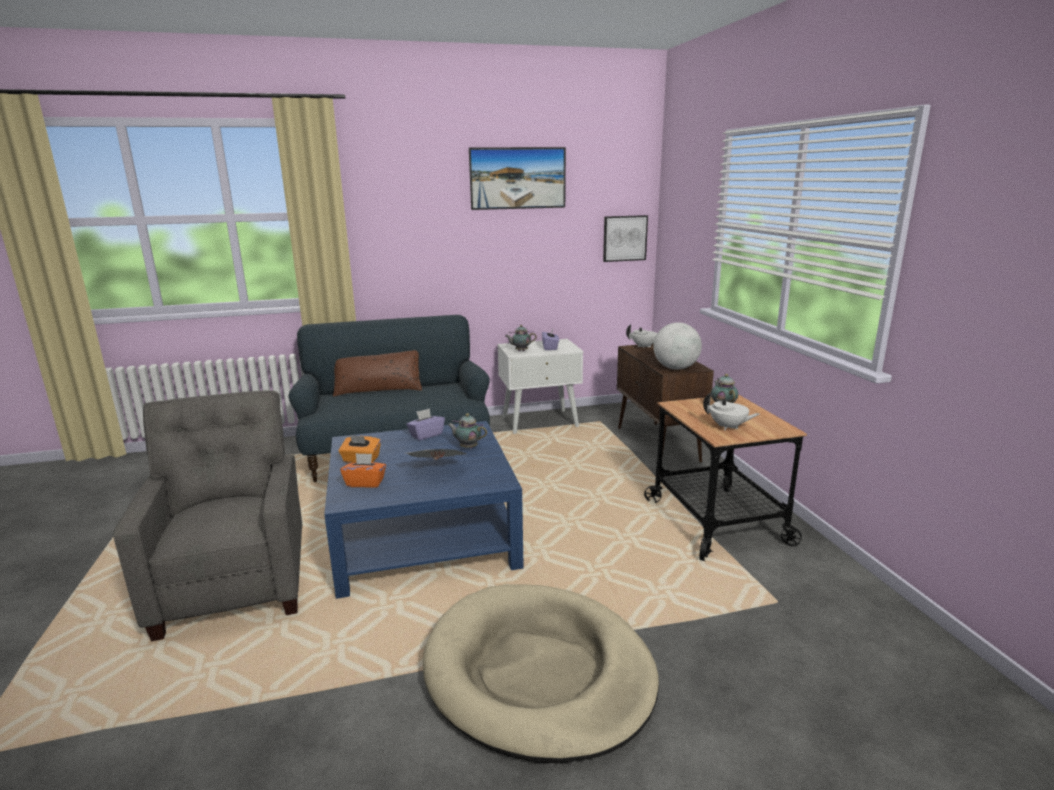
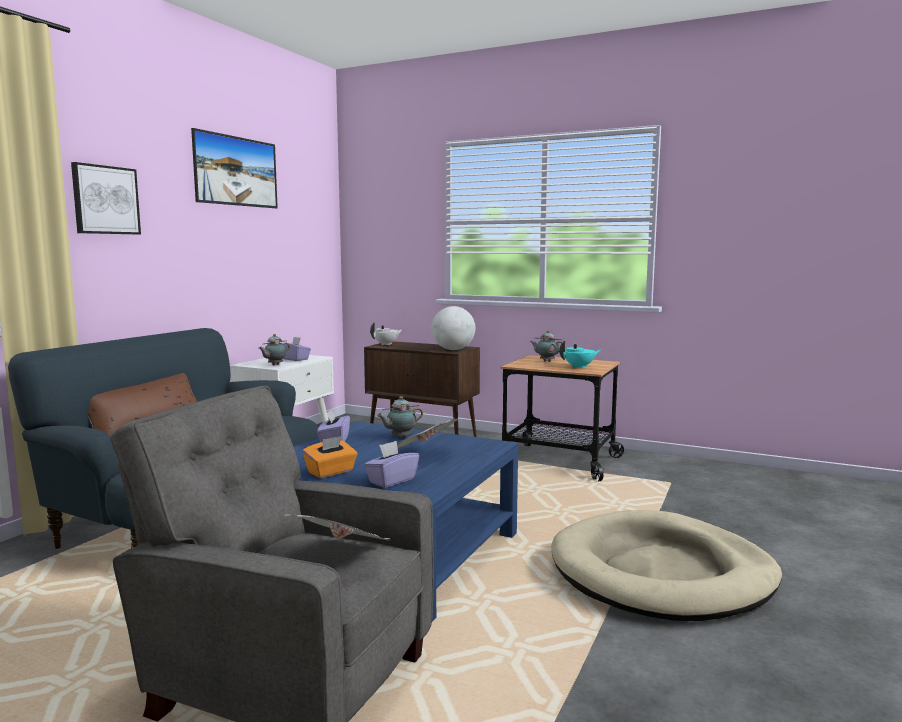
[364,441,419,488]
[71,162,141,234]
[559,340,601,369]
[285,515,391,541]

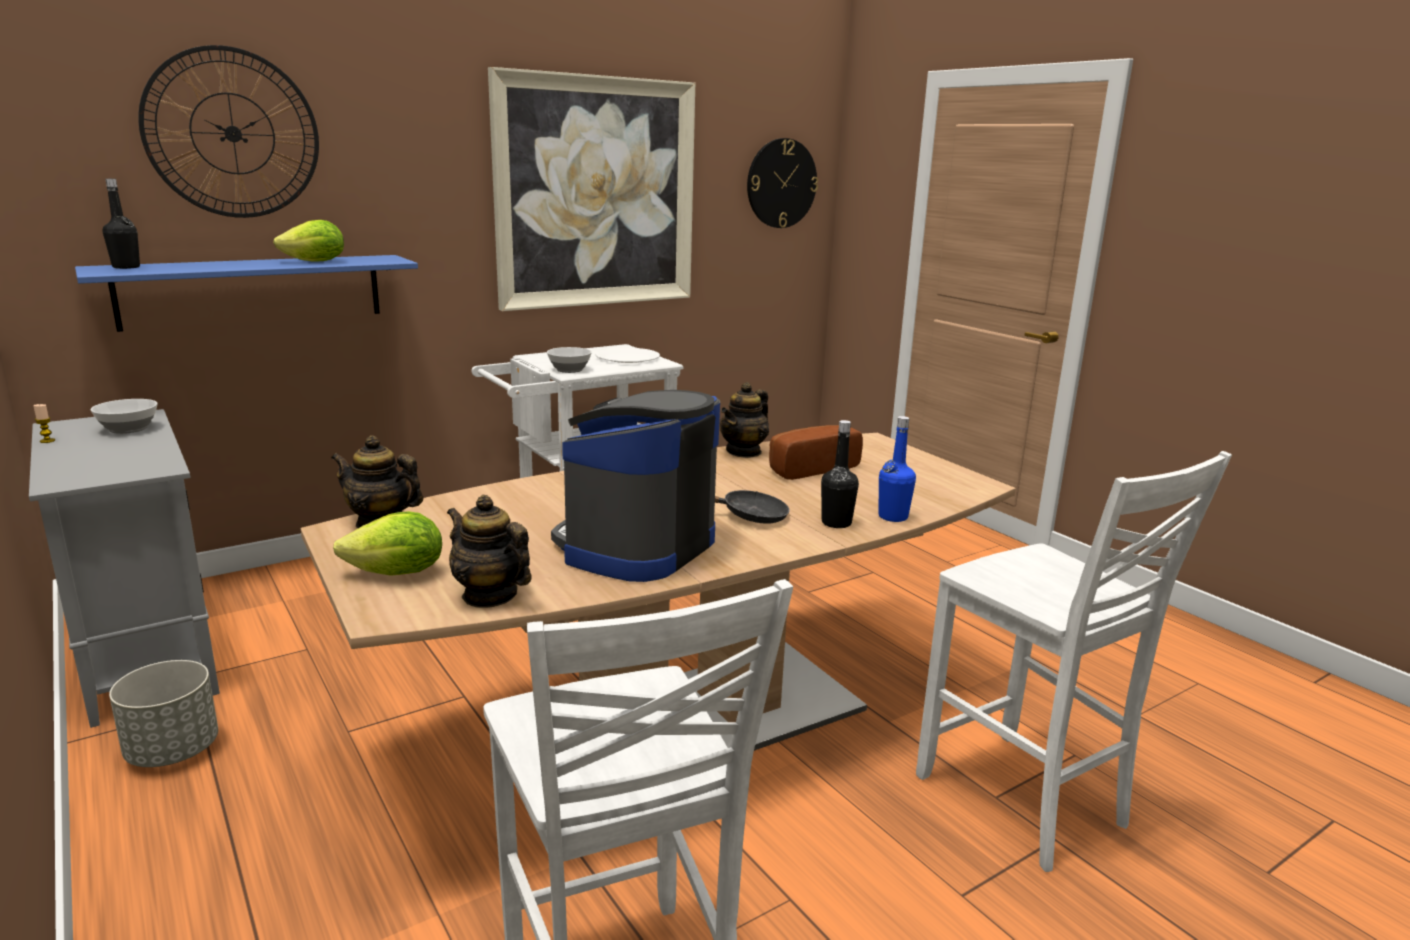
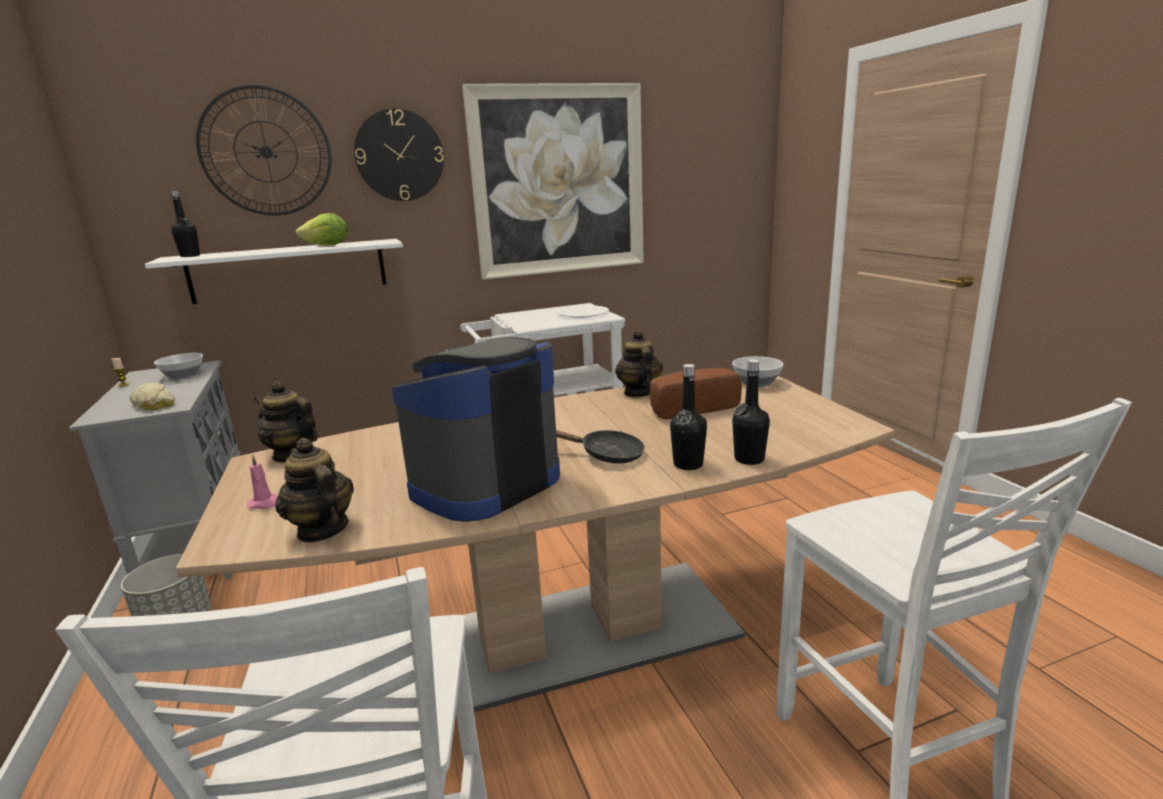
[145,239,403,304]
[247,455,278,509]
[732,356,784,387]
[615,330,663,397]
[354,108,444,201]
[732,359,770,465]
[130,383,175,410]

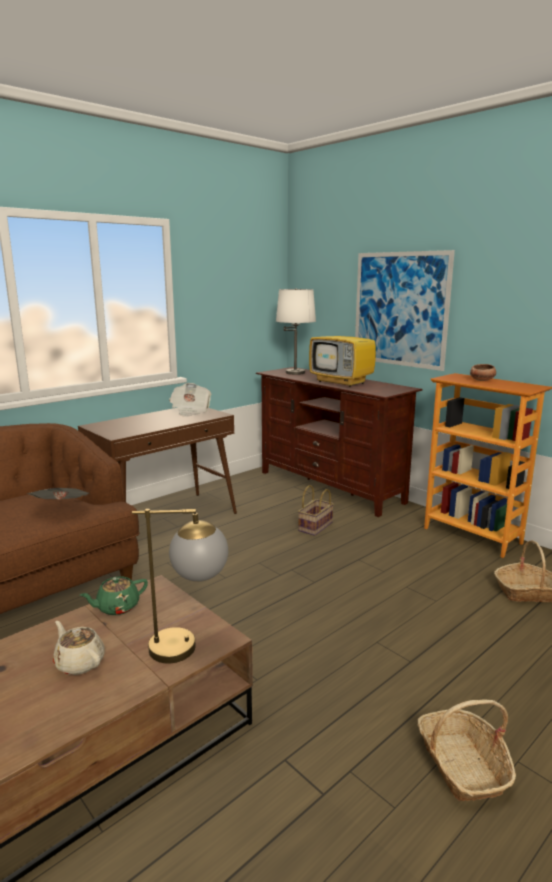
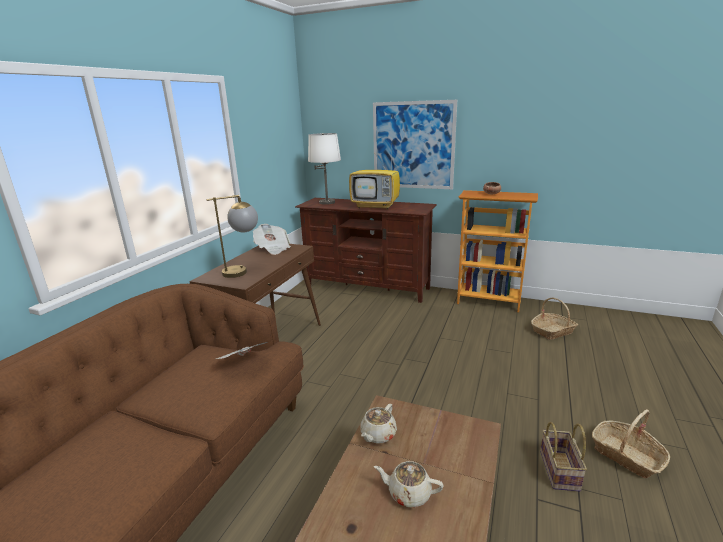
[360,404,397,444]
[206,195,258,278]
[540,422,587,491]

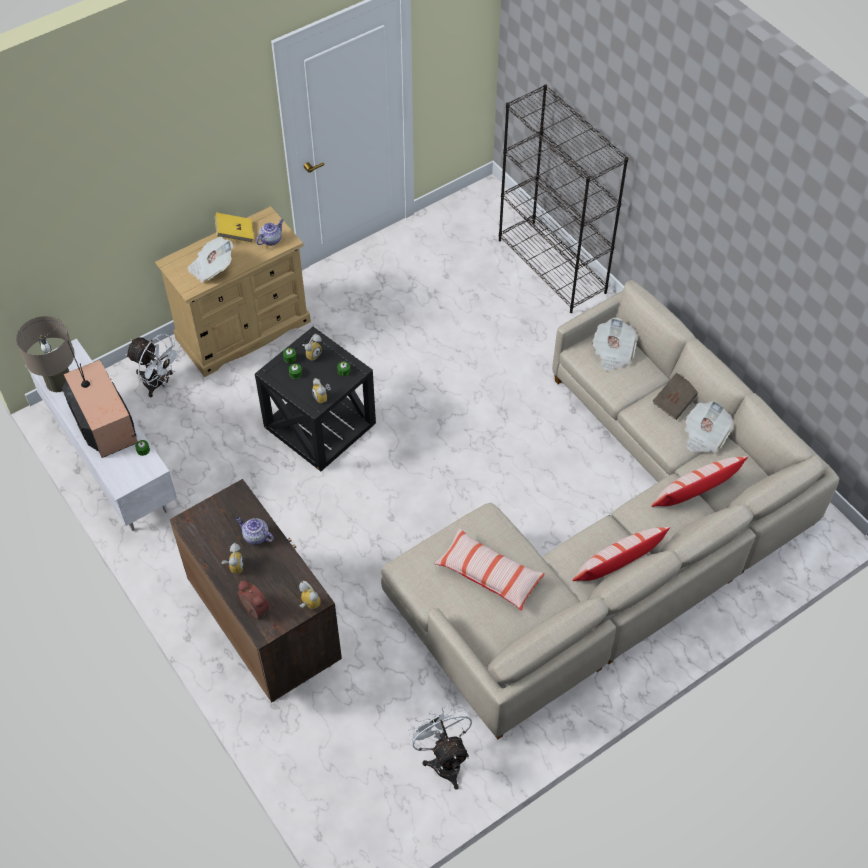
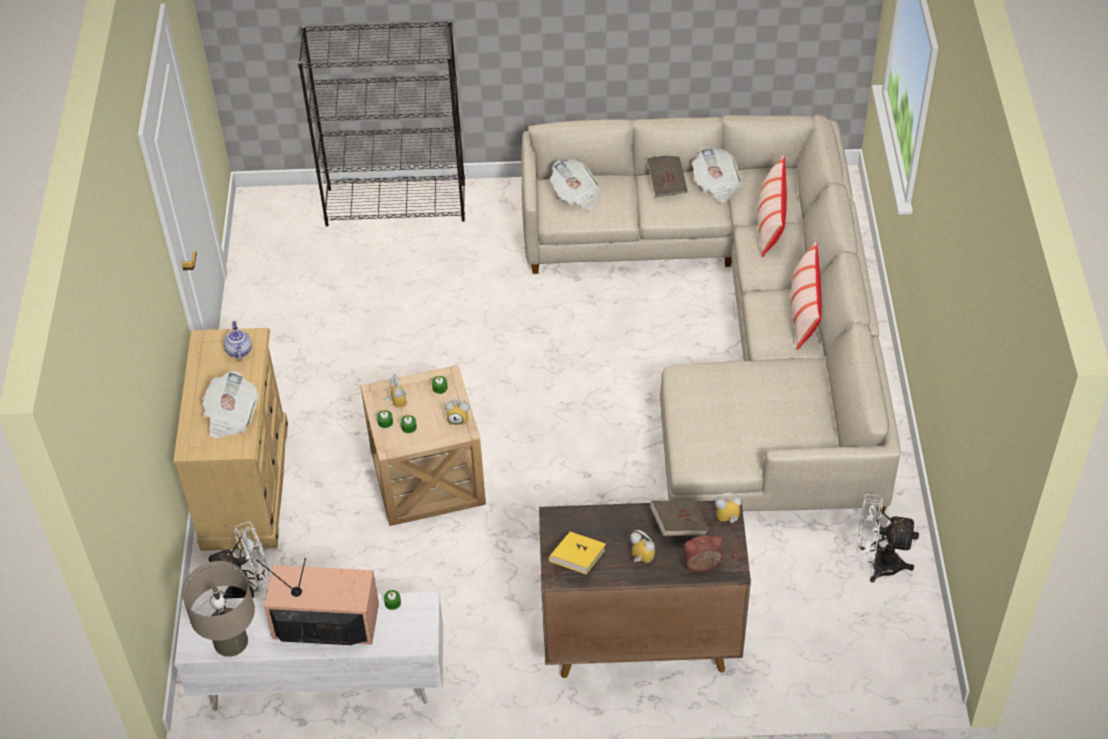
[549,532,606,574]
[236,517,274,545] (first image)
[361,365,486,526]
[434,528,545,611] (first image)
[650,501,709,536]

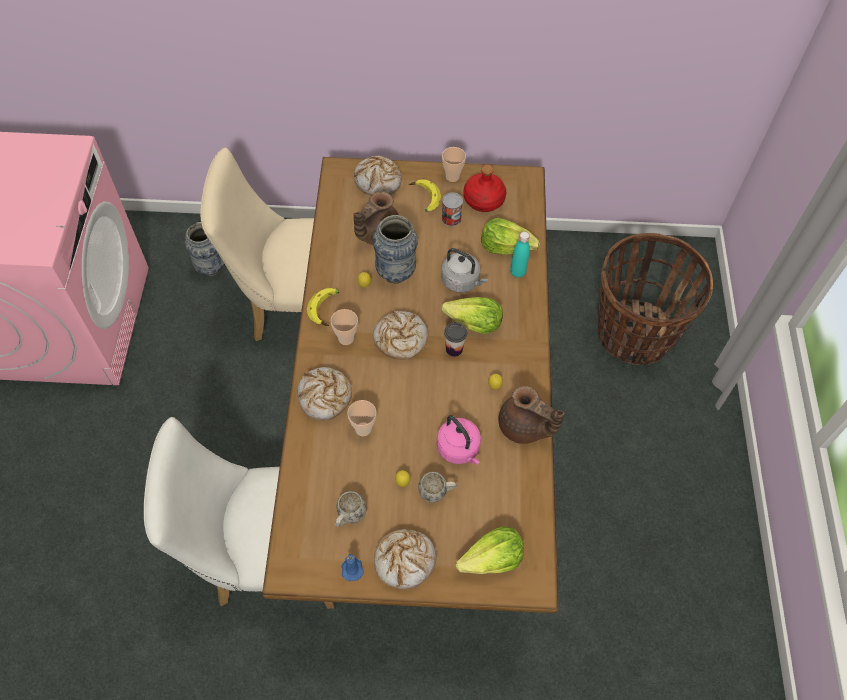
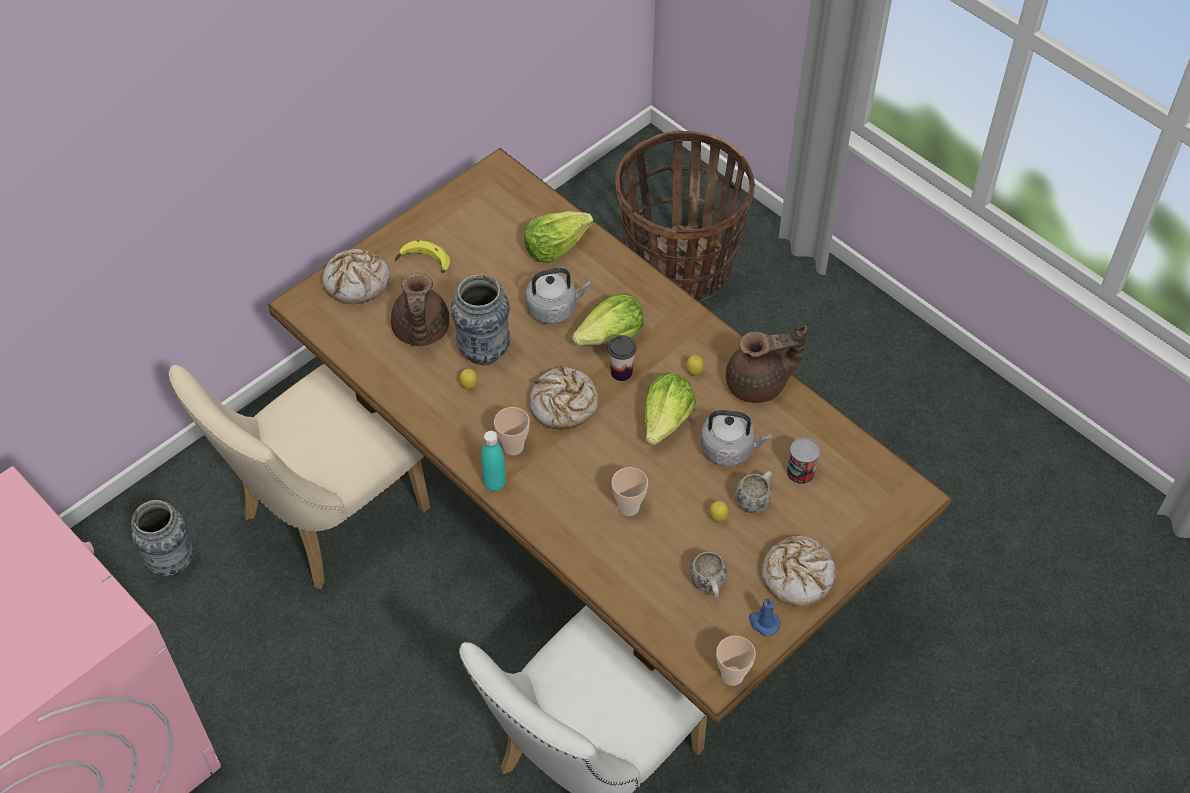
[297,367,352,420] (first image)
[307,288,339,326] (first image)
[700,410,771,466]
[716,636,756,686]
[786,438,820,485]
[644,373,696,445]
[464,164,506,212] (first image)
[481,431,506,492]

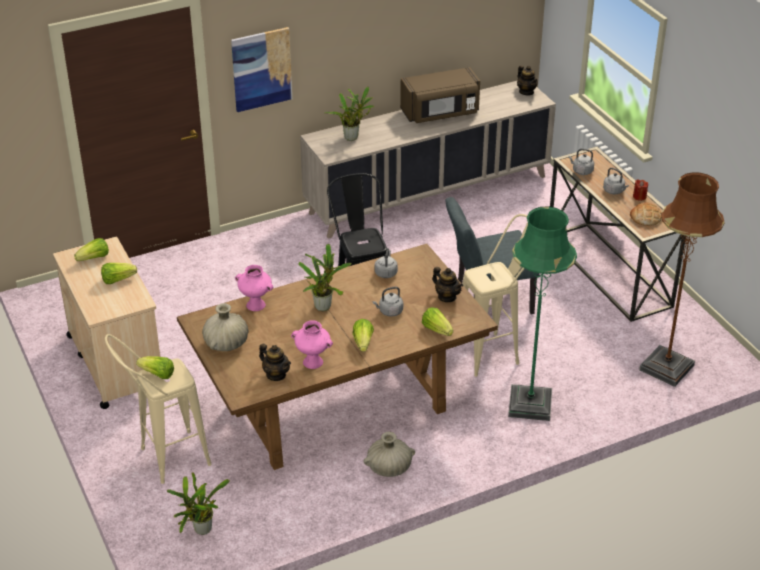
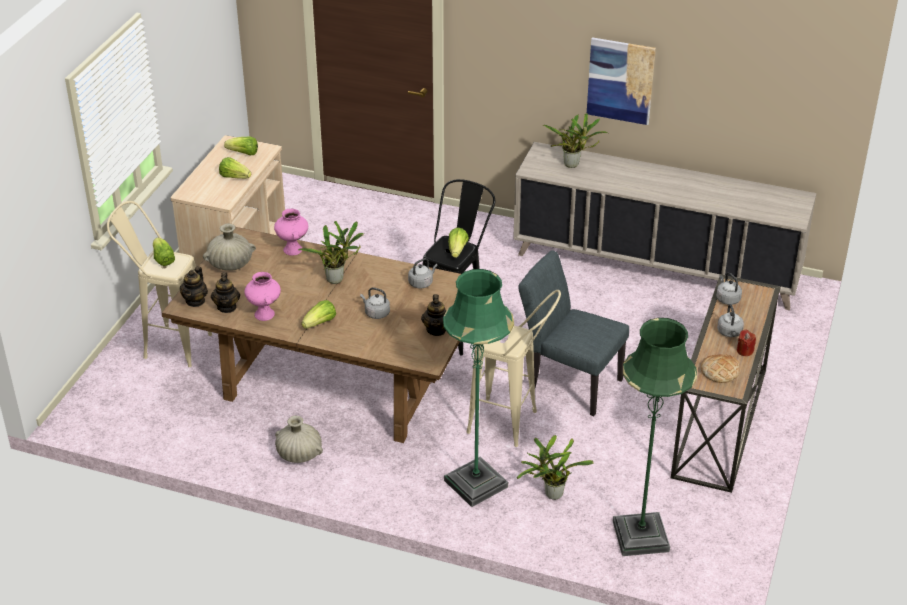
[517,435,594,500]
[587,37,656,125]
[400,67,480,123] (first image)
[448,228,469,258]
[180,266,208,307]
[613,318,697,556]

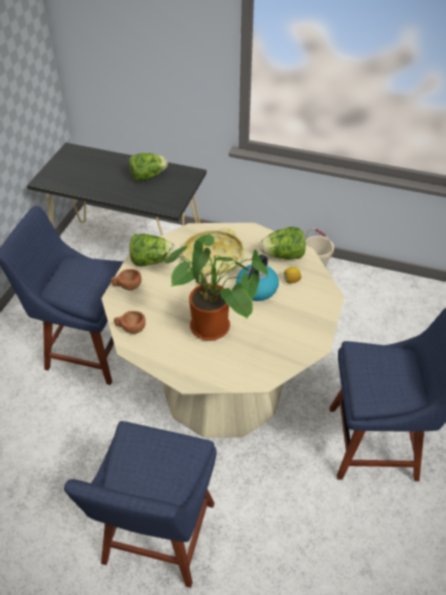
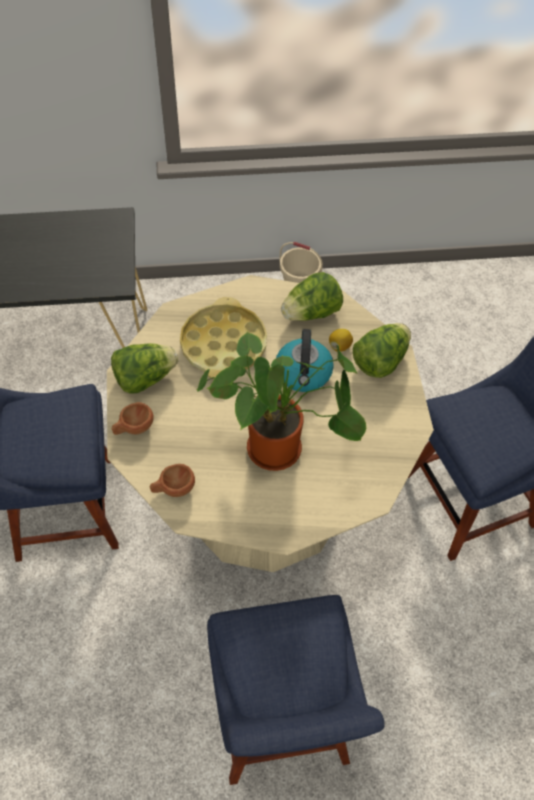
[353,323,411,378]

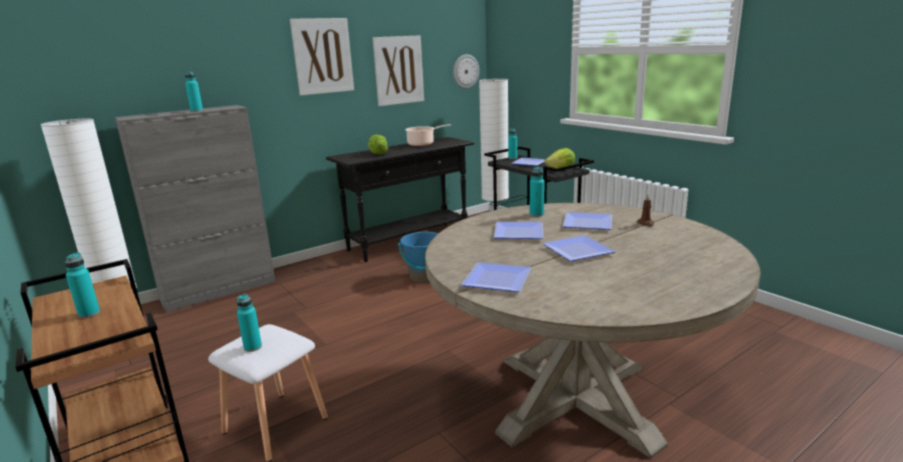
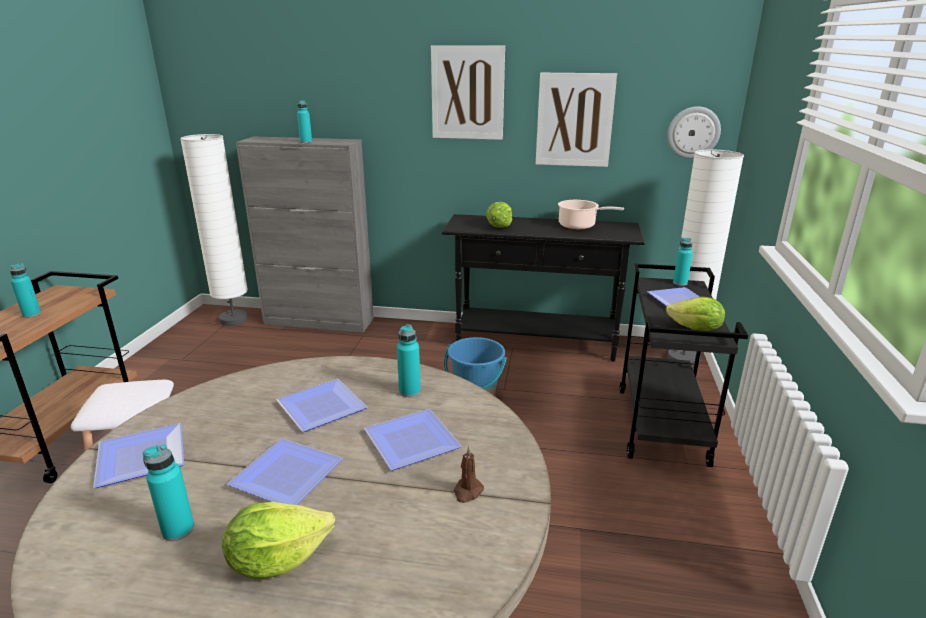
[143,444,194,541]
[222,502,335,579]

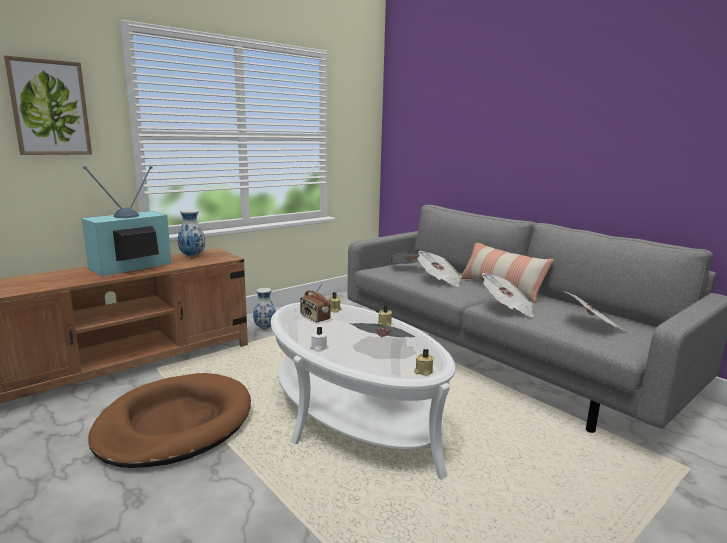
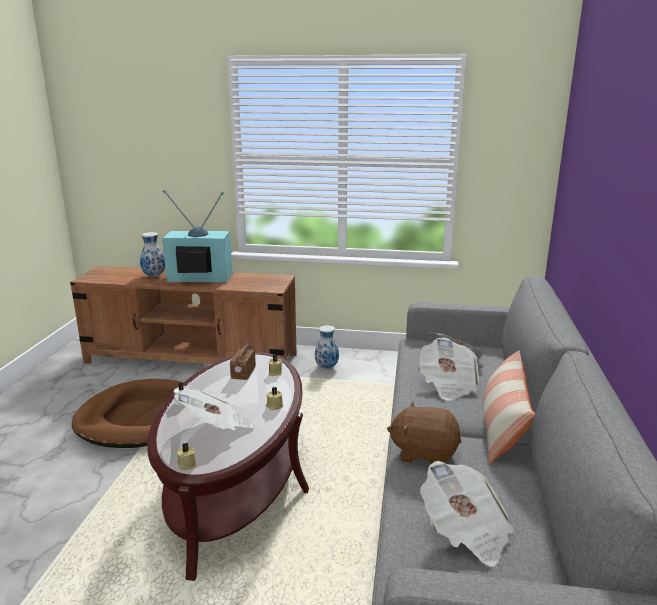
[4,56,92,155] (first image)
[140,232,165,277]
[147,352,309,581]
[387,402,462,464]

